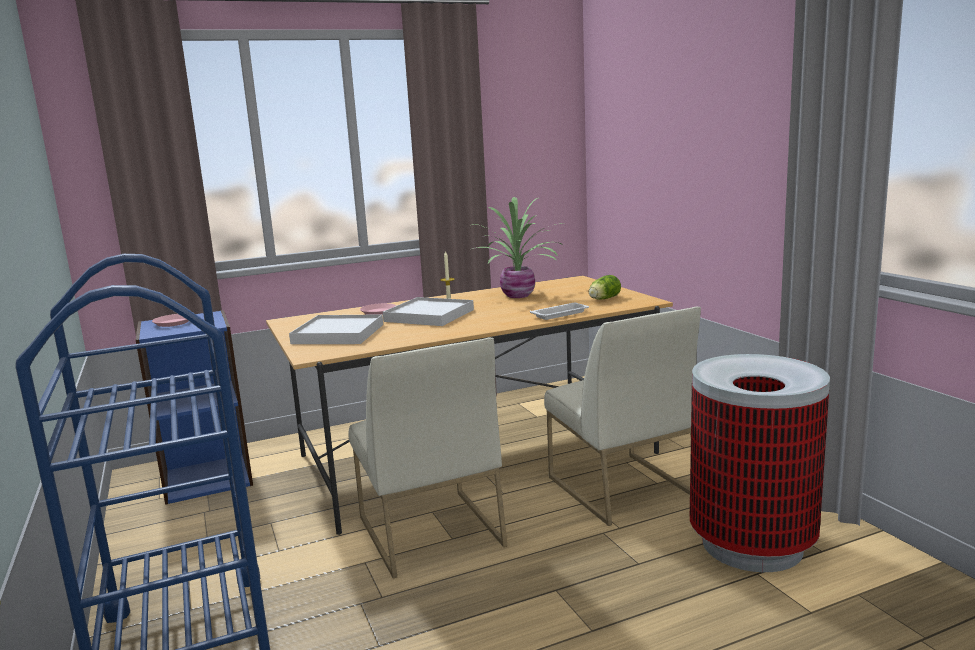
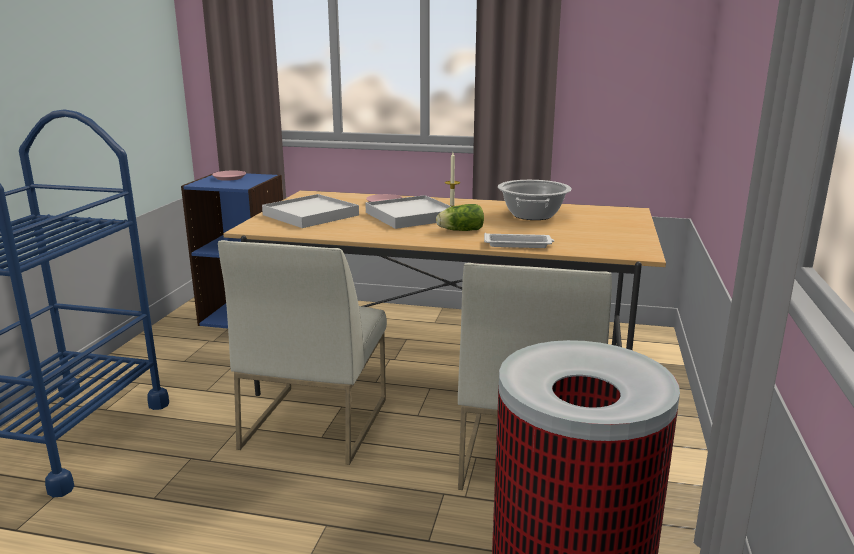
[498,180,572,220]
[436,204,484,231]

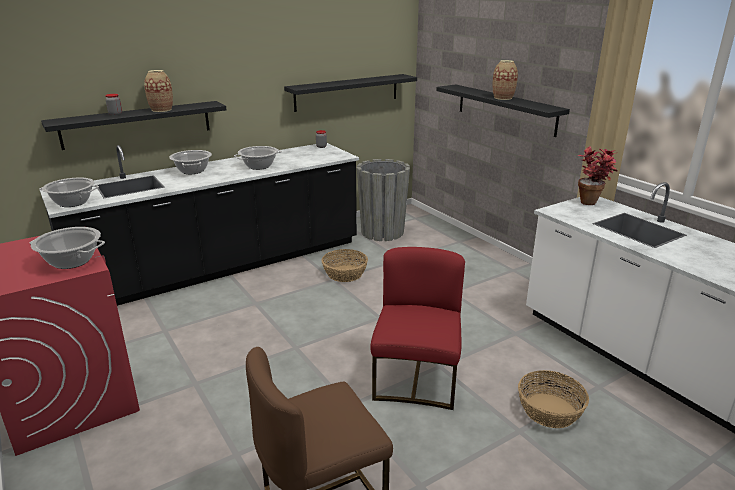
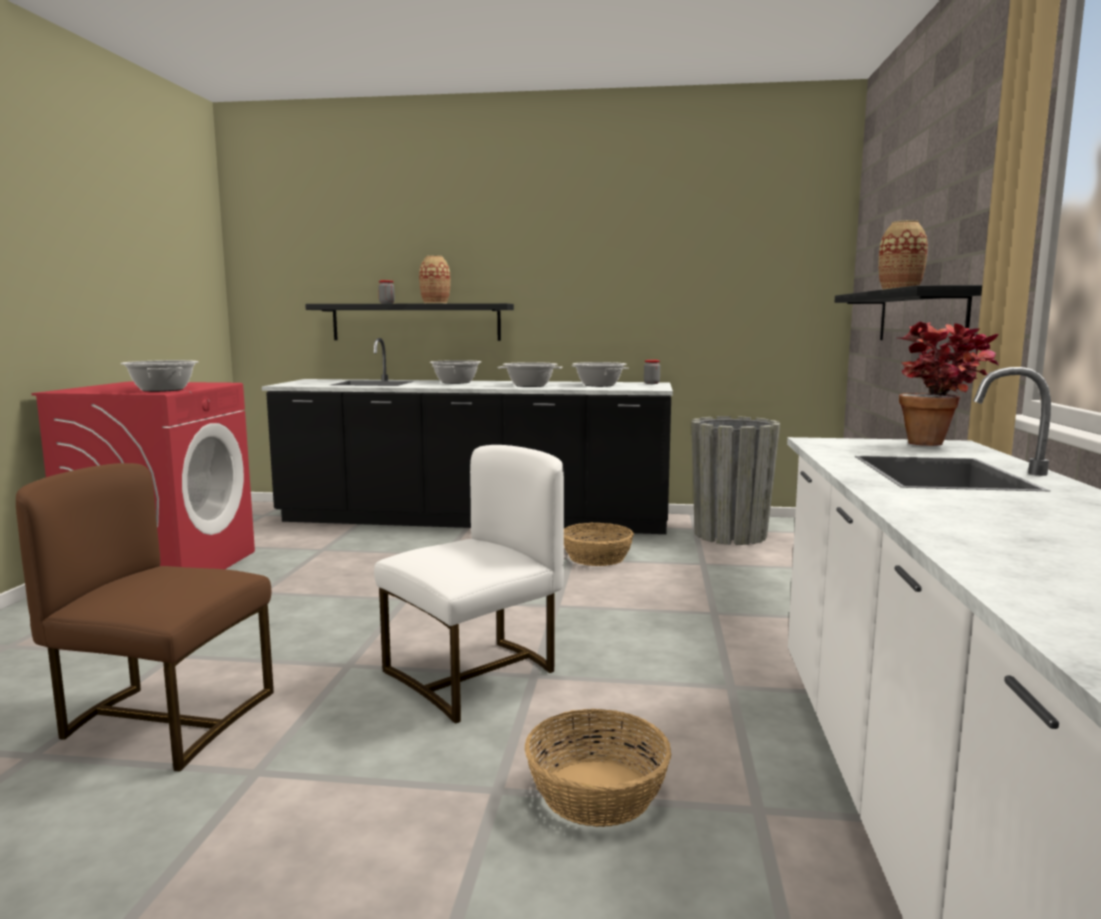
[571,362,628,387]
[284,74,417,112] (first image)
[374,445,564,724]

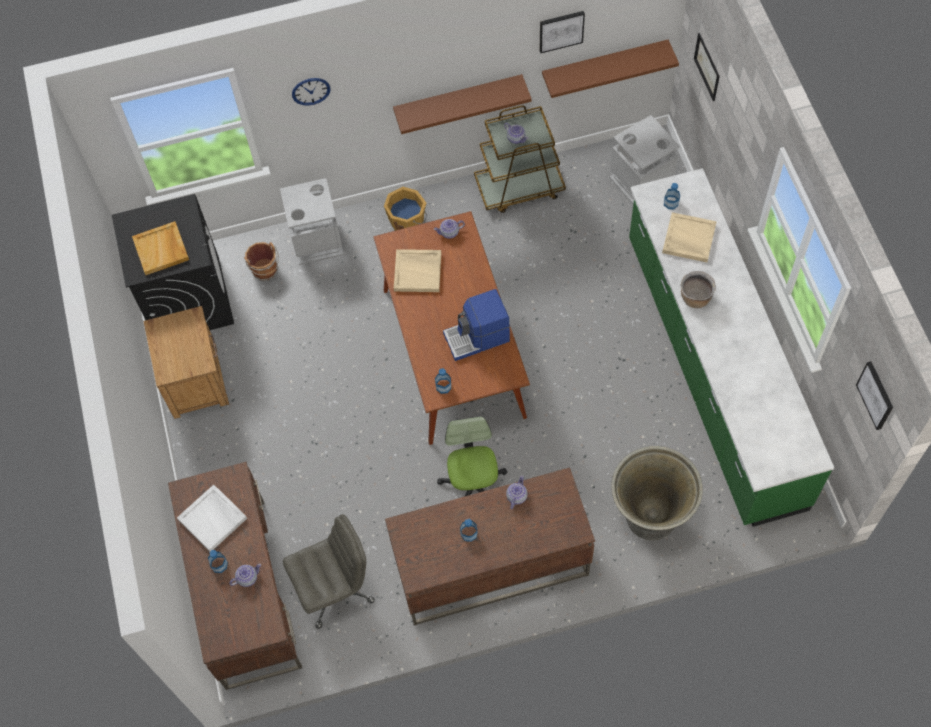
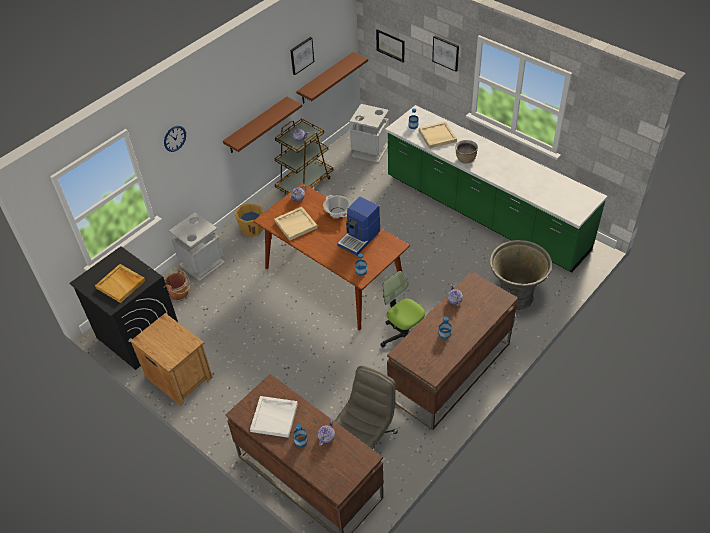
[432,36,459,72]
[323,195,351,218]

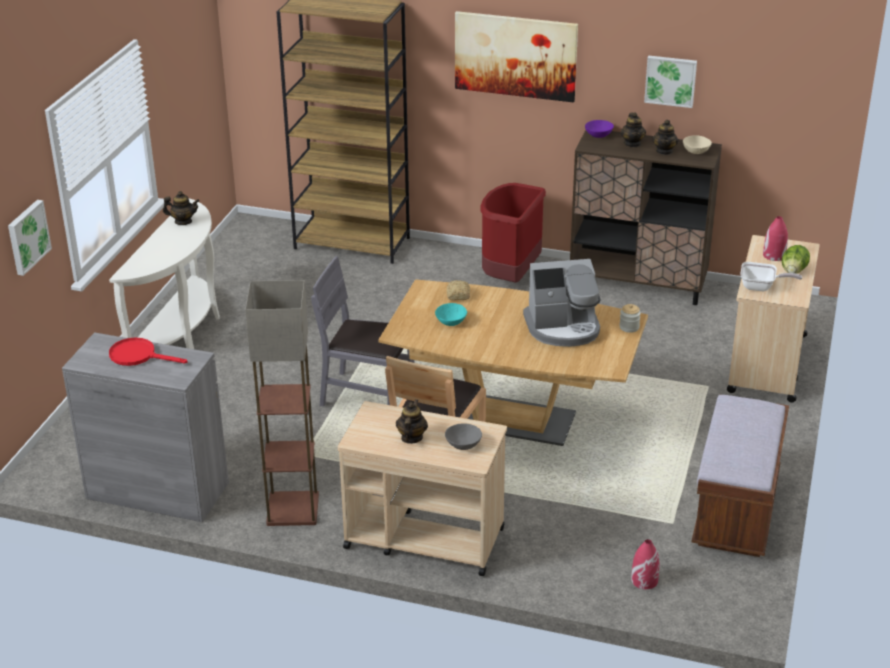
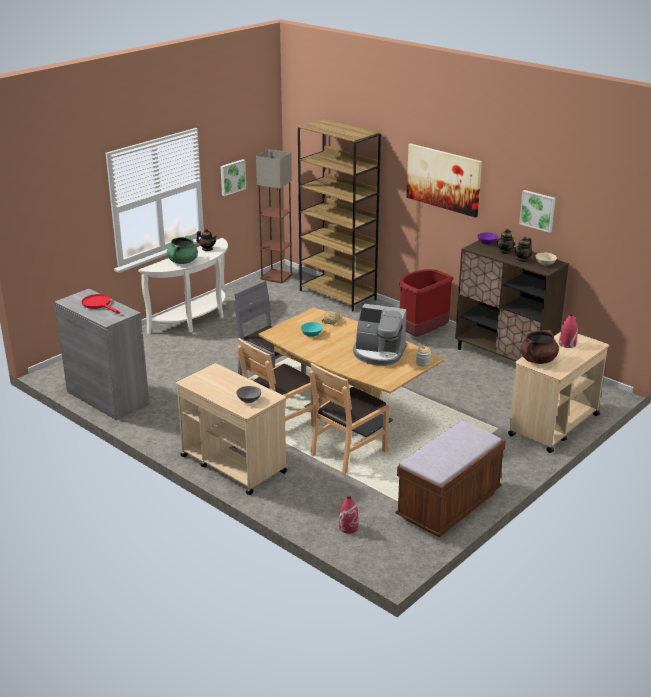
[220,159,246,196]
[256,149,293,283]
[396,399,428,444] (first image)
[520,330,559,364]
[782,245,810,274] (first image)
[167,236,198,264]
[309,363,389,474]

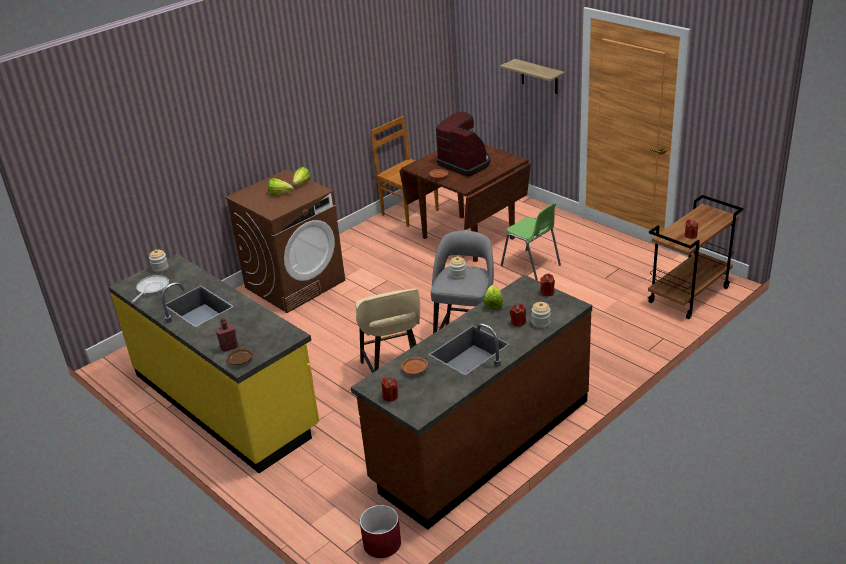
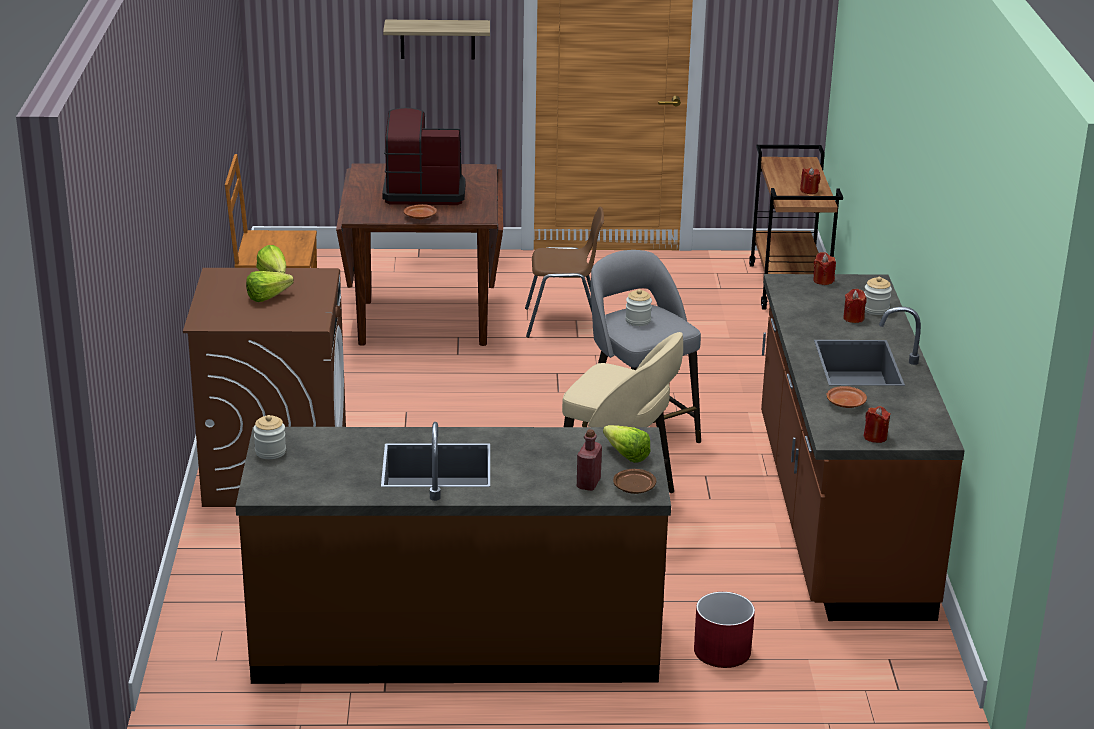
[236,422,671,684]
[132,275,169,302] (first image)
[694,592,755,668]
[603,425,651,463]
[525,207,604,338]

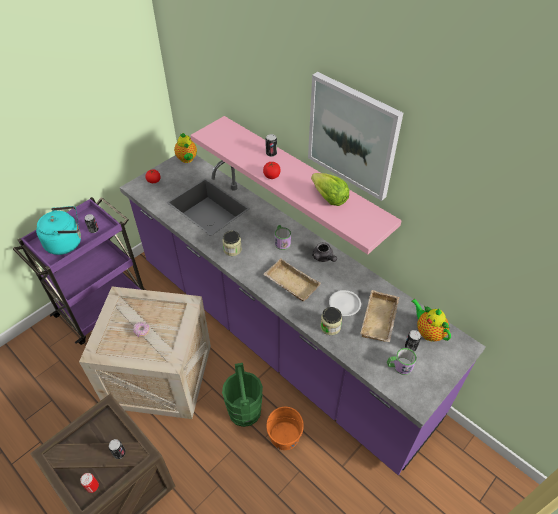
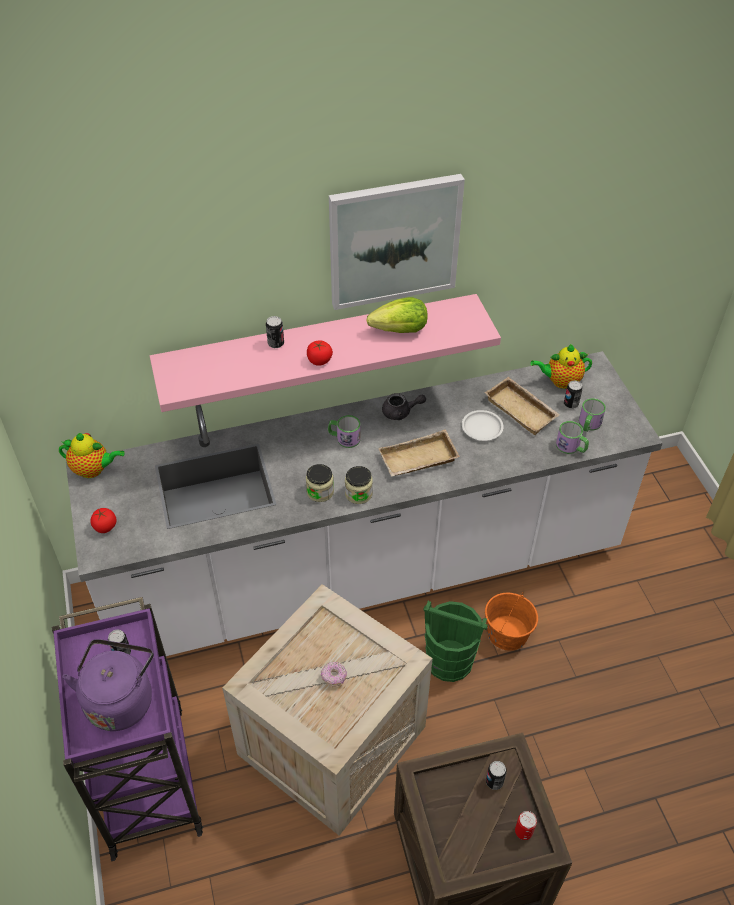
[62,639,154,731]
[66,351,663,656]
[345,466,373,504]
[556,421,589,454]

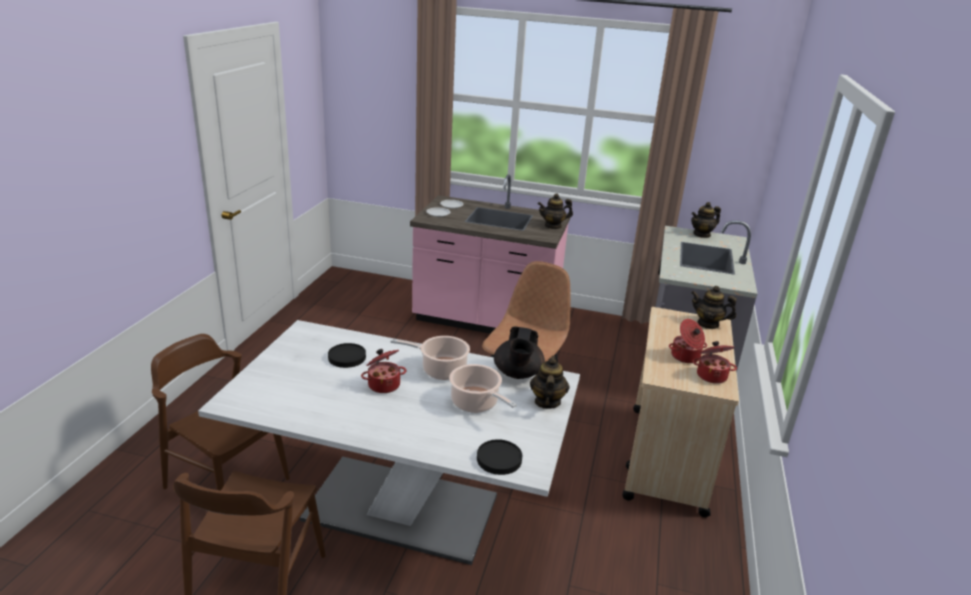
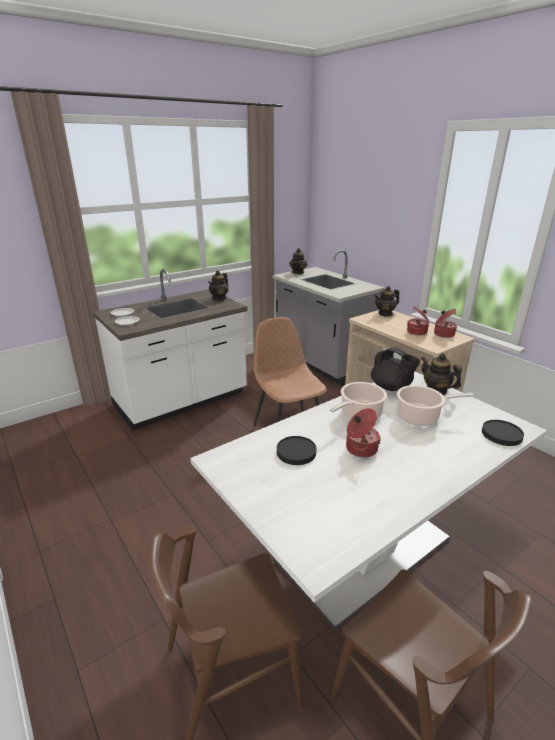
[93,269,247,430]

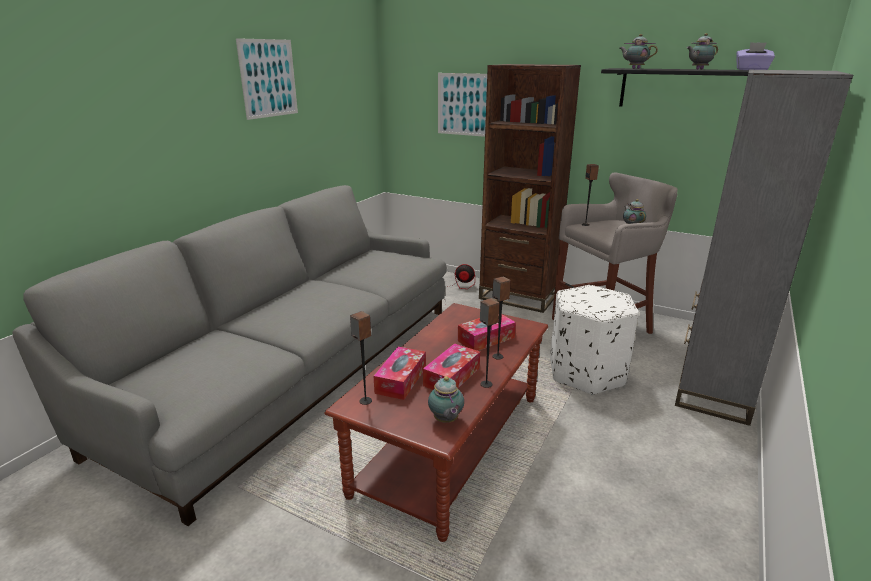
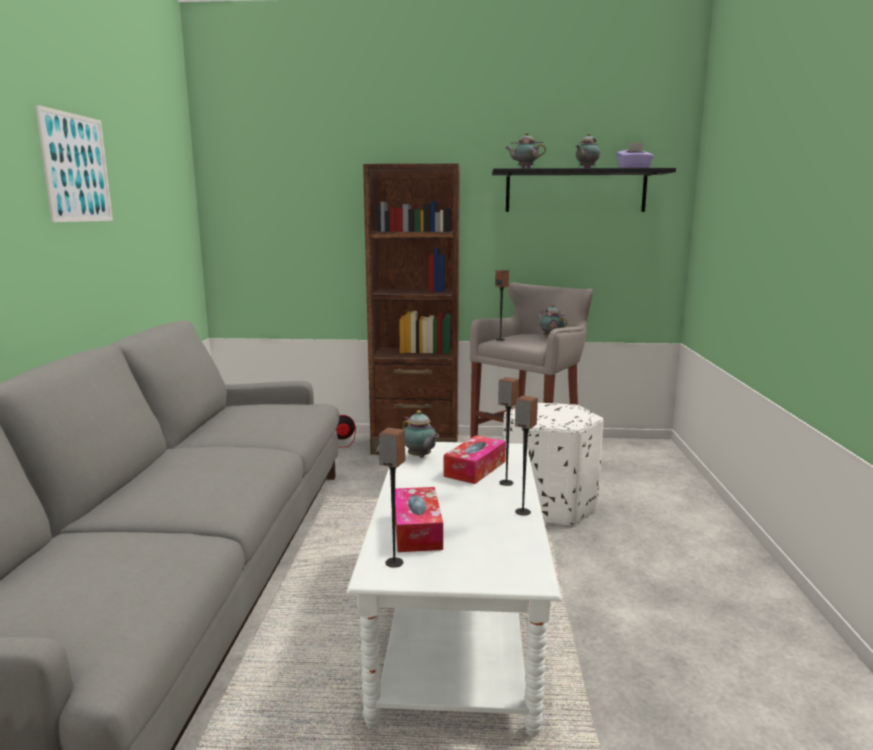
[346,442,562,736]
[423,343,480,390] (first image)
[403,410,439,458]
[438,73,487,137] (first image)
[675,70,853,426] (first image)

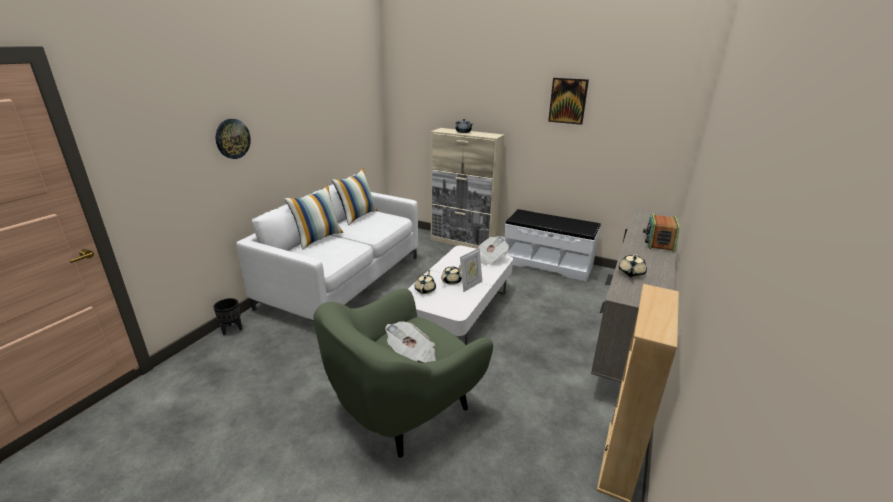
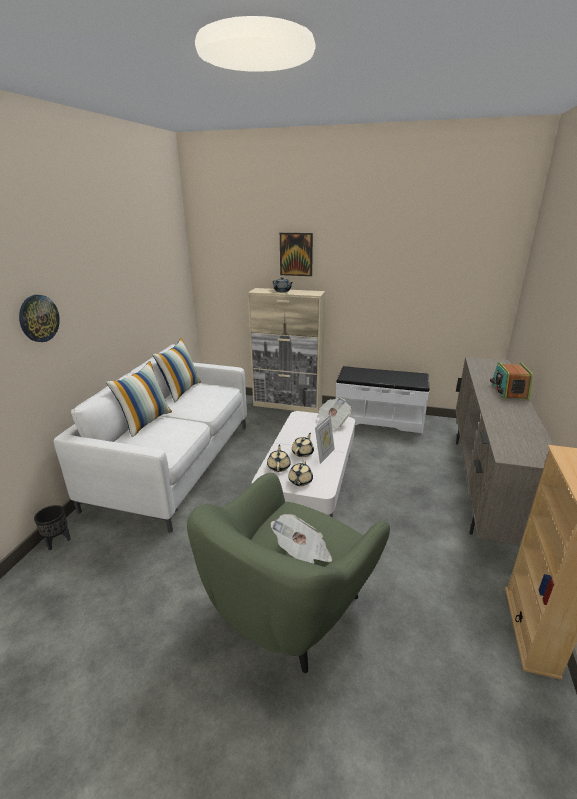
[280,233,313,276]
[288,461,313,486]

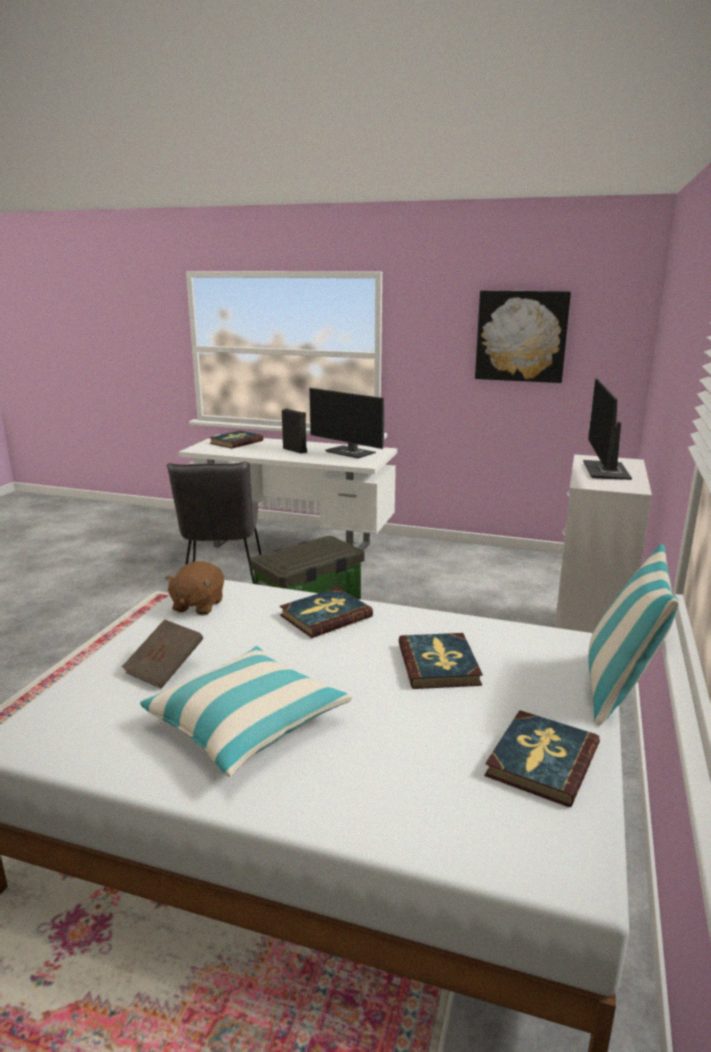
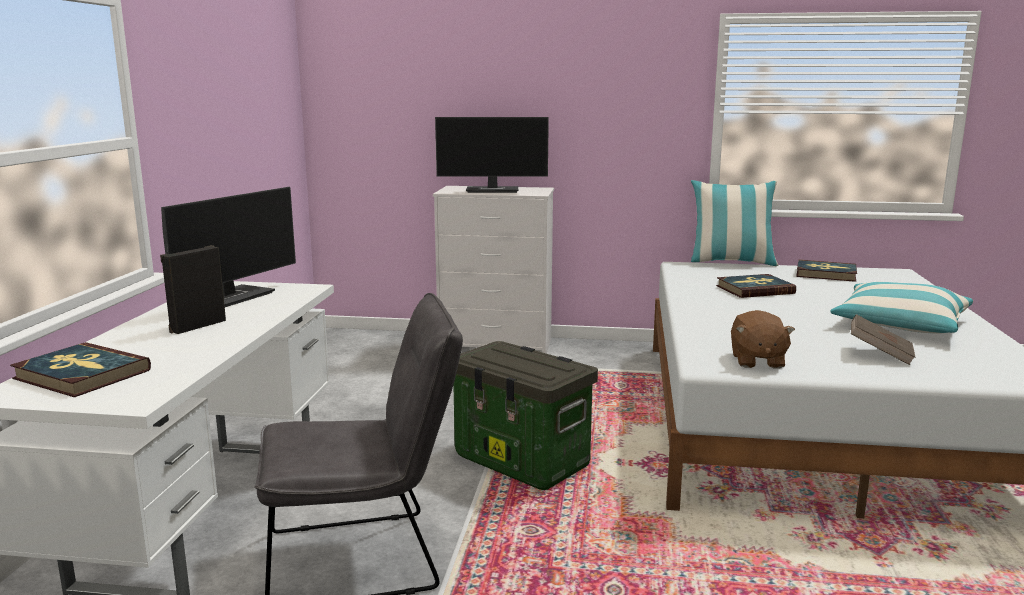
[731,310,795,369]
[280,587,373,638] (first image)
[475,290,571,383] (first image)

